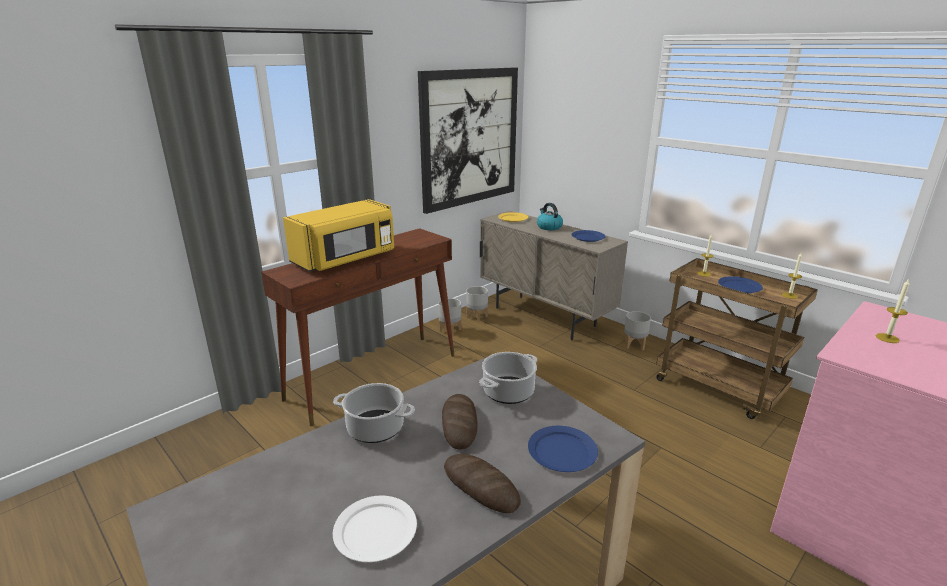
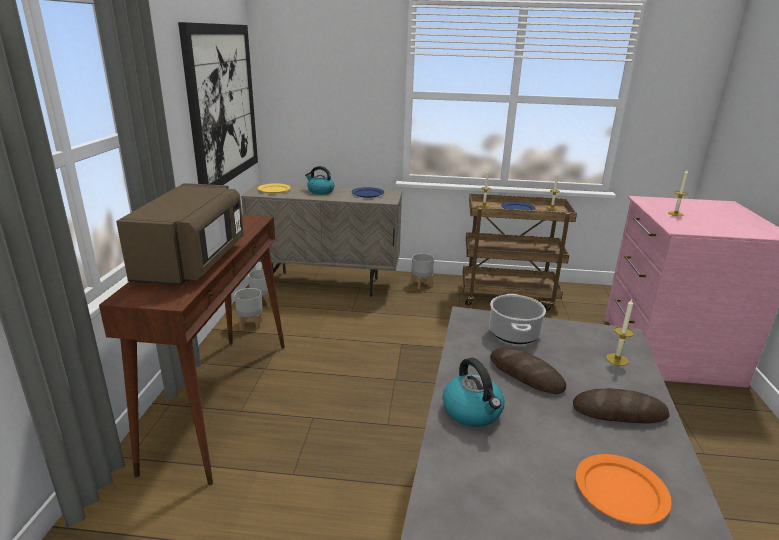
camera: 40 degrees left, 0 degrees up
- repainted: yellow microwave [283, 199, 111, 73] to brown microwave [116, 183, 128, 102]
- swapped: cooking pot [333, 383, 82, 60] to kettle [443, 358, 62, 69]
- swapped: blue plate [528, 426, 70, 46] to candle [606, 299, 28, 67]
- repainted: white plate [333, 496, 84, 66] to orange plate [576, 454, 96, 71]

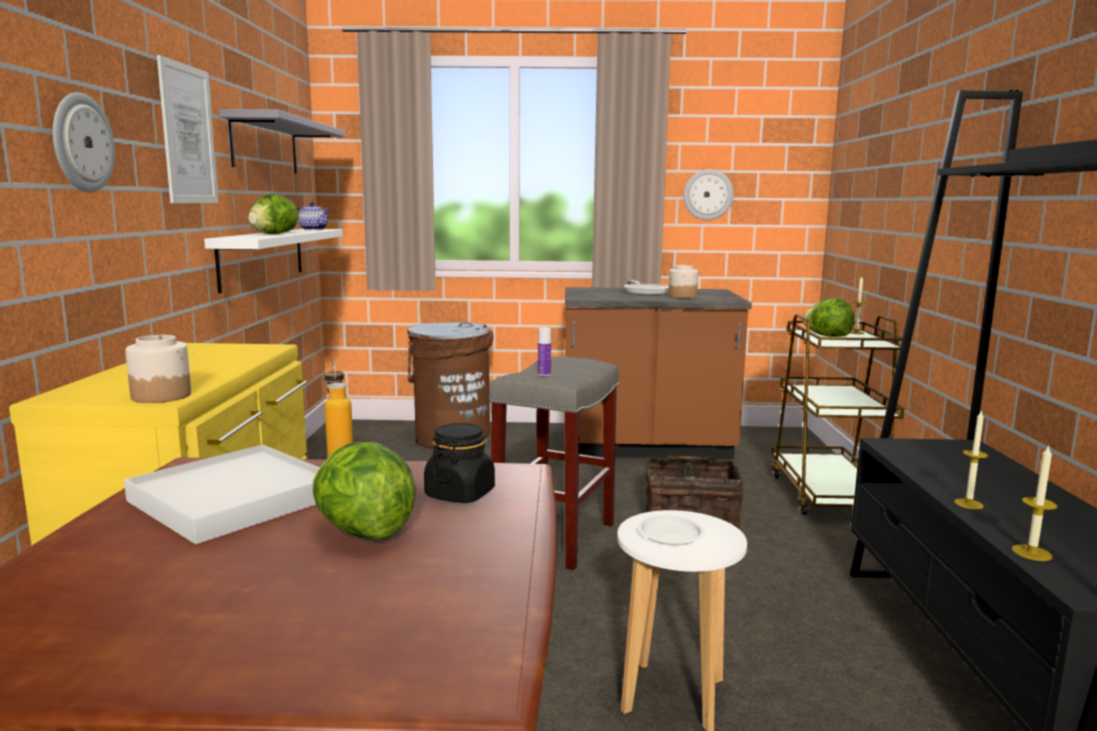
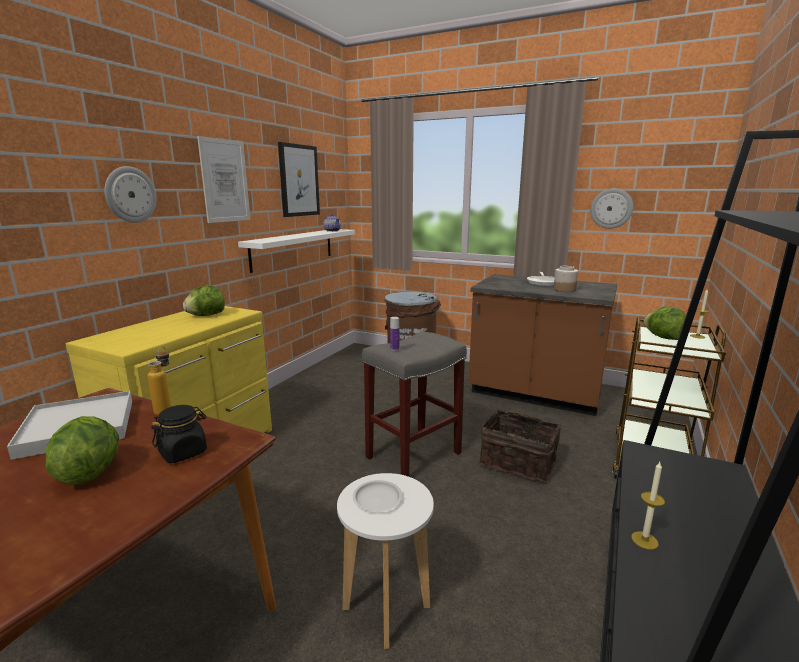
camera: 25 degrees right, 5 degrees up
- swapped: grey shelf [219, 109, 127, 65] to picture [278, 142, 42, 75]
- shifted: lettuce [248, 194, 50, 40] to [183, 285, 42, 31]
- gone: jar [125, 335, 66, 68]
- gone: candle [1012, 444, 46, 117]

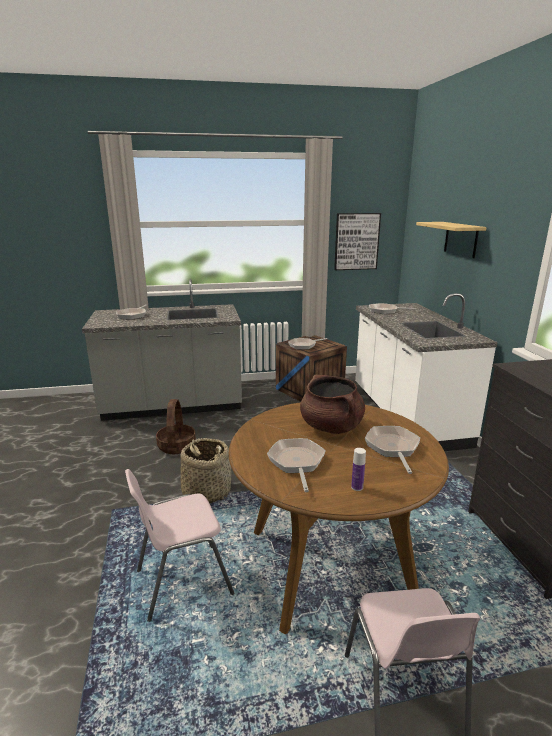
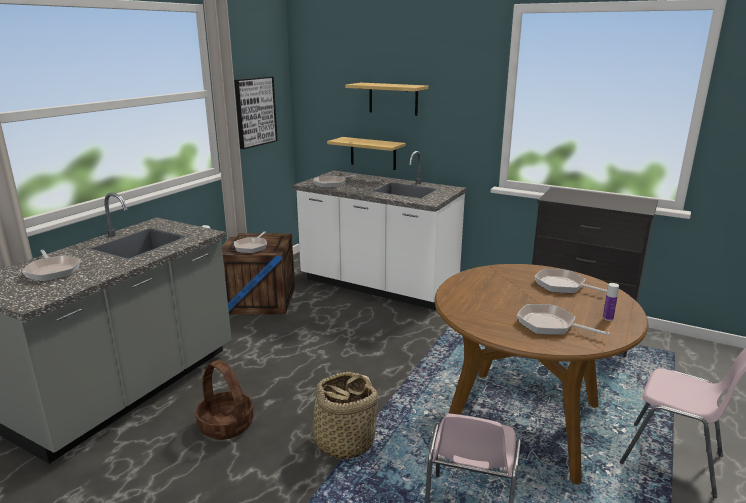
camera: 50 degrees left, 0 degrees up
- gone: brown cooking pot [300, 375, 65, 59]
- new: shelf [327, 137, 79, 33]

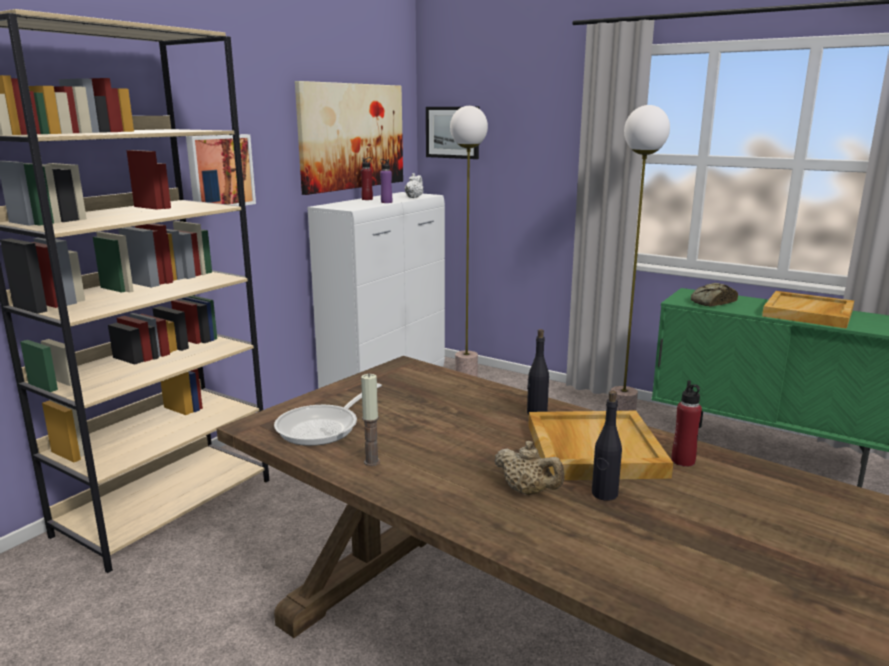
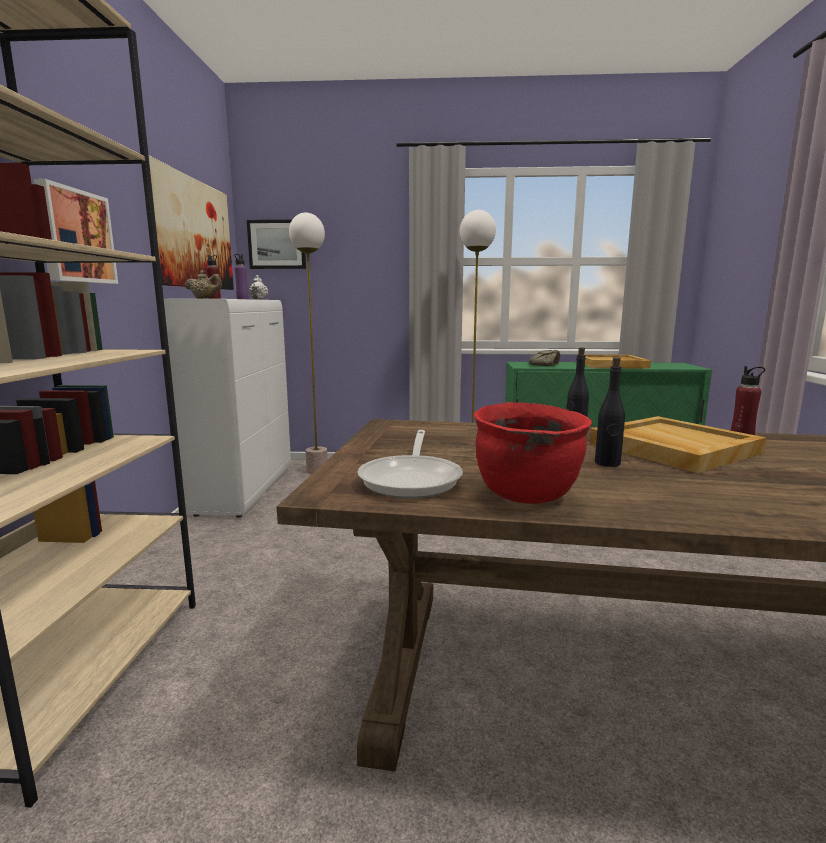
camera: 30 degrees left, 5 degrees down
- swapped: candle [361, 374, 19, 92] to red cooking pot [473, 402, 119, 102]
- shifted: black bottle [592, 391, 30, 110] to [595, 357, 30, 110]
- shifted: beige teapot [494, 441, 71, 54] to [185, 270, 37, 29]

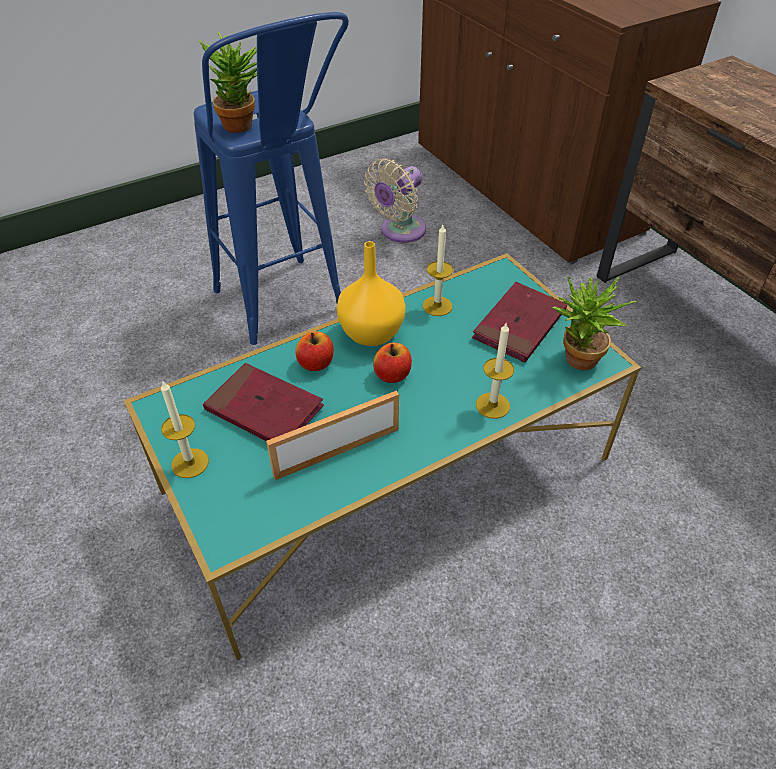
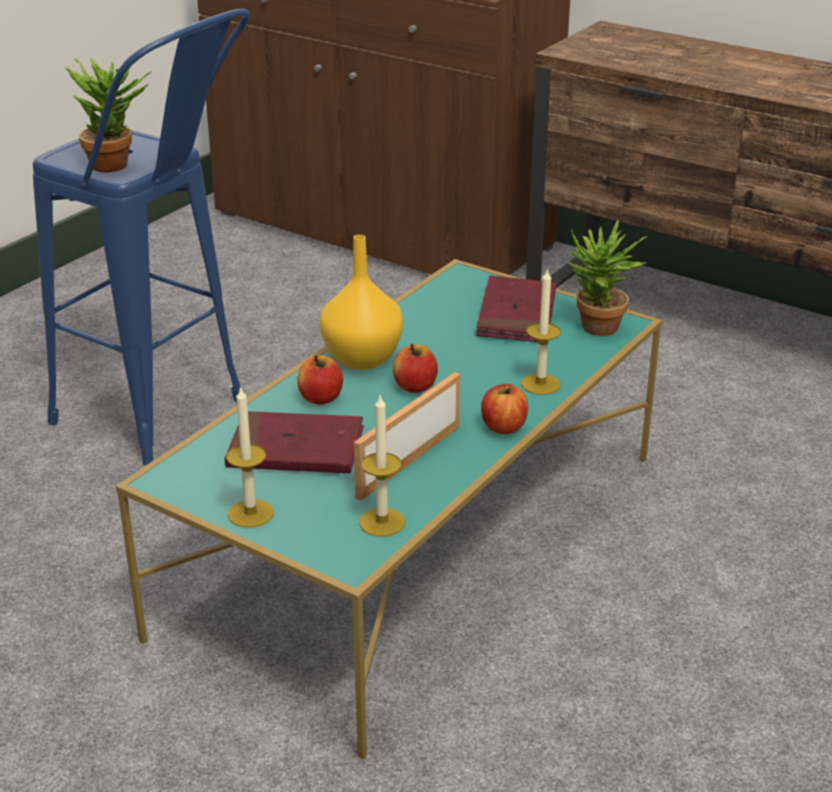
camera: 25 degrees left, 15 degrees down
- gone: beige fan [364, 158, 62, 85]
- shifted: candle [423, 225, 30, 91] to [359, 396, 46, 141]
- new: apple [481, 384, 47, 50]

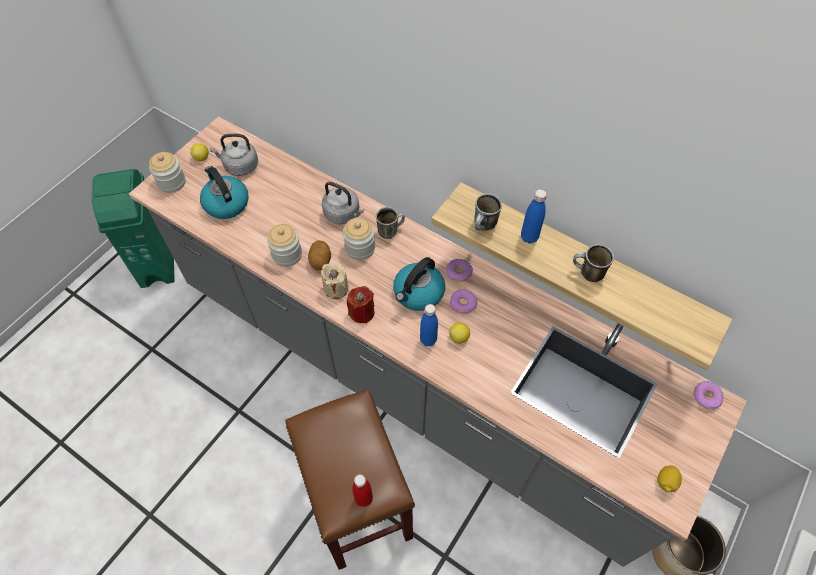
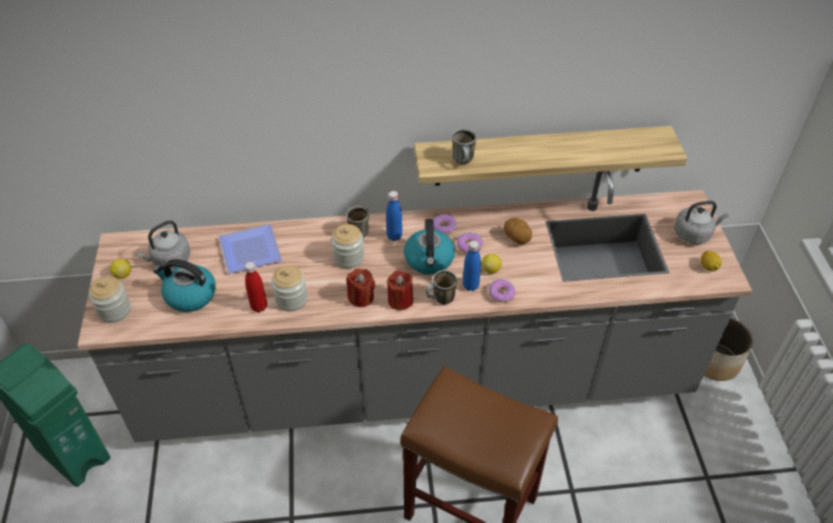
camera: 40 degrees left, 10 degrees down
- shifted: grey kettle [322, 182, 42, 42] to [674, 201, 54, 43]
- shifted: blue bottle [521, 189, 26, 55] to [386, 191, 16, 50]
- shifted: potato [308, 241, 23, 29] to [504, 218, 28, 27]
- shifted: mug [573, 244, 41, 38] to [426, 270, 31, 34]
- repainted: beige candle [321, 263, 28, 36] to red candle [346, 268, 29, 39]
- shifted: donut [693, 381, 31, 29] to [489, 279, 27, 24]
- shifted: red bottle [352, 474, 21, 33] to [245, 262, 22, 50]
- new: plate [218, 224, 64, 50]

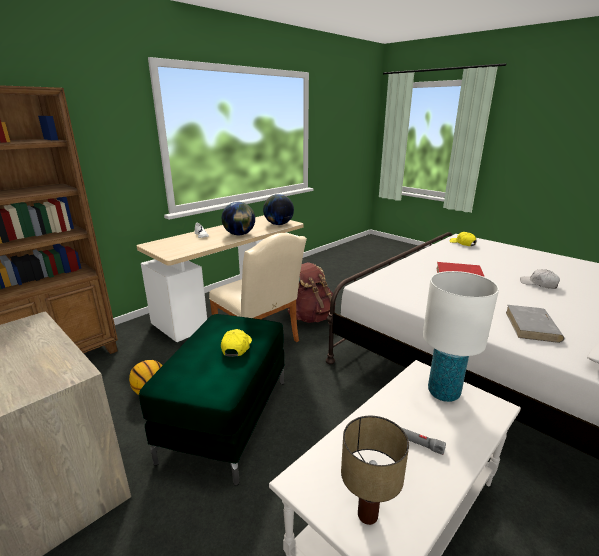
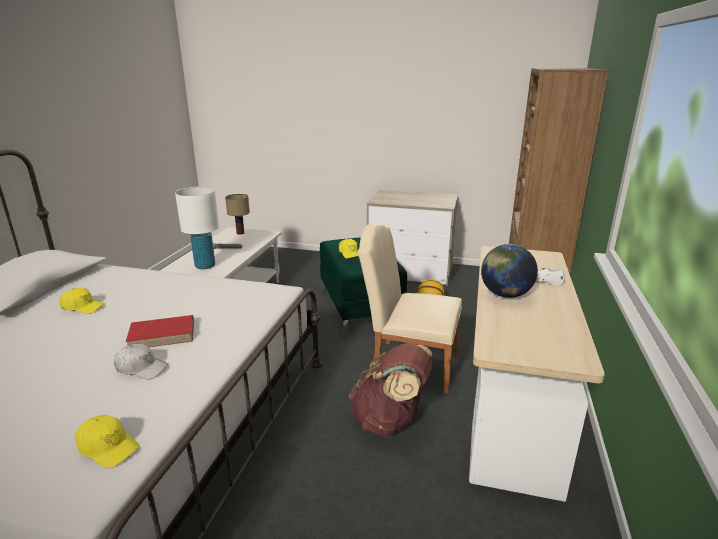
camera: 150 degrees right, 0 degrees up
- gone: globe [263, 194, 31, 31]
- shifted: white cap [520, 269, 40, 20] to [114, 344, 55, 35]
- gone: grey book [506, 305, 58, 38]
- new: yellow cap [59, 288, 46, 26]

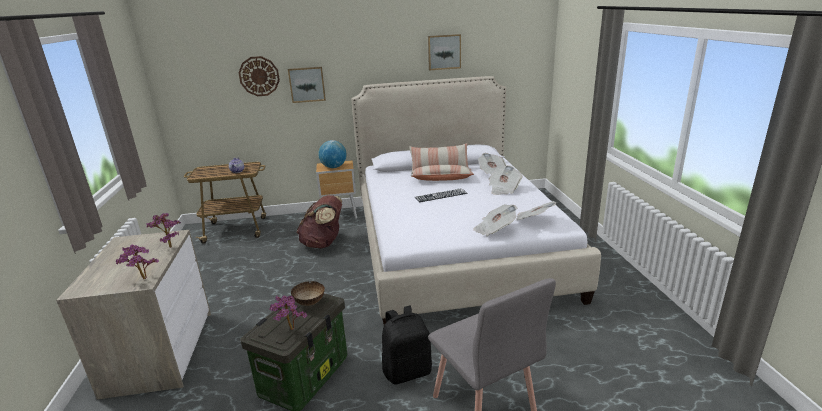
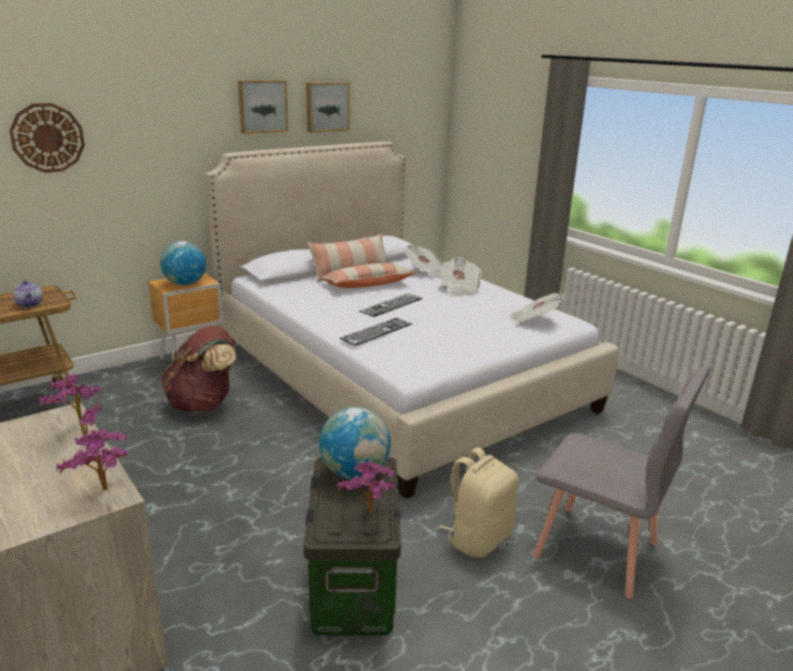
camera: 30 degrees left, 0 degrees up
- shifted: picture [288, 67, 38, 36] to [238, 80, 50, 54]
- gone: newspaper [473, 204, 44, 32]
- swapped: bowl [291, 281, 34, 25] to globe [319, 407, 72, 73]
- repainted: black backpack [382, 306, 50, 79] to beige backpack [439, 447, 80, 111]
- new: keyboard [340, 318, 72, 28]

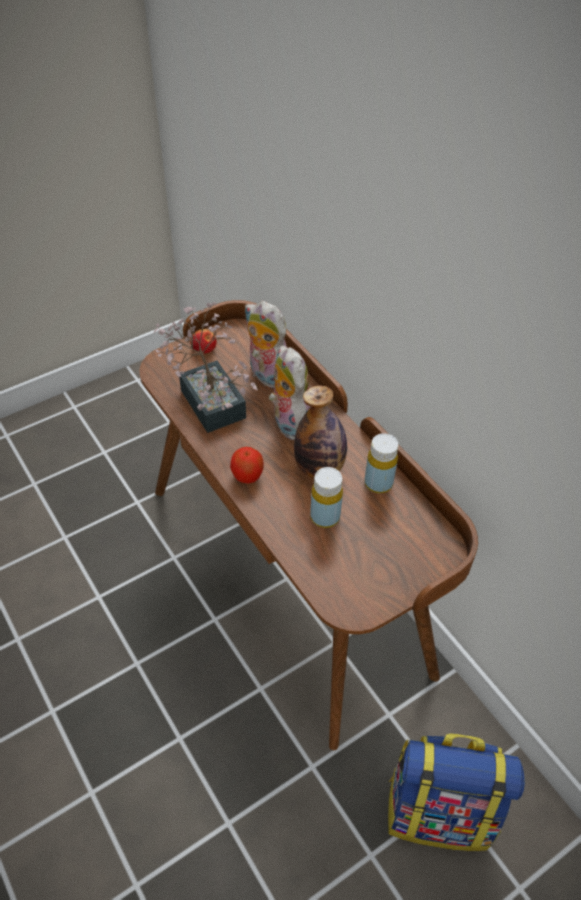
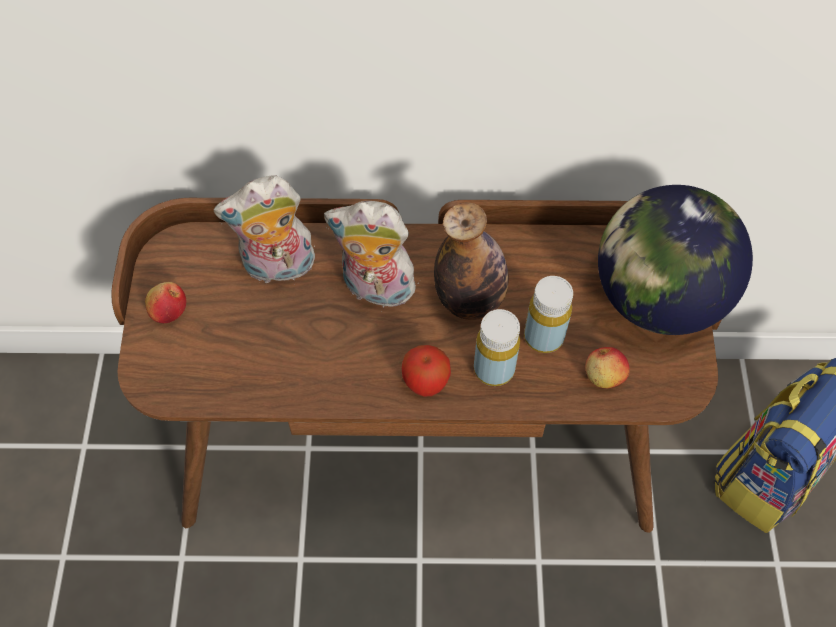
camera: 55 degrees left, 10 degrees up
- gone: potted plant [153, 302, 105, 131]
- shifted: yellow bottle [364, 433, 34, 60] to [474, 309, 46, 77]
- new: globe [598, 185, 155, 150]
- new: apple [585, 347, 45, 42]

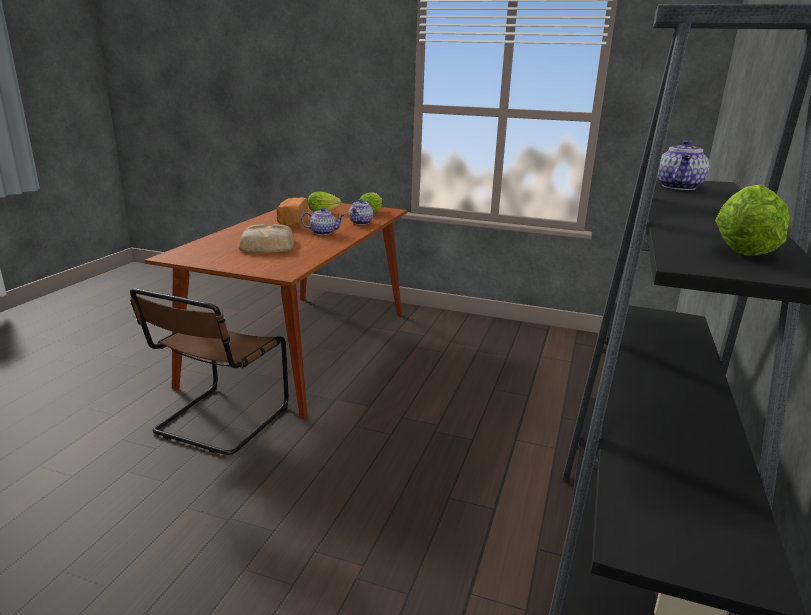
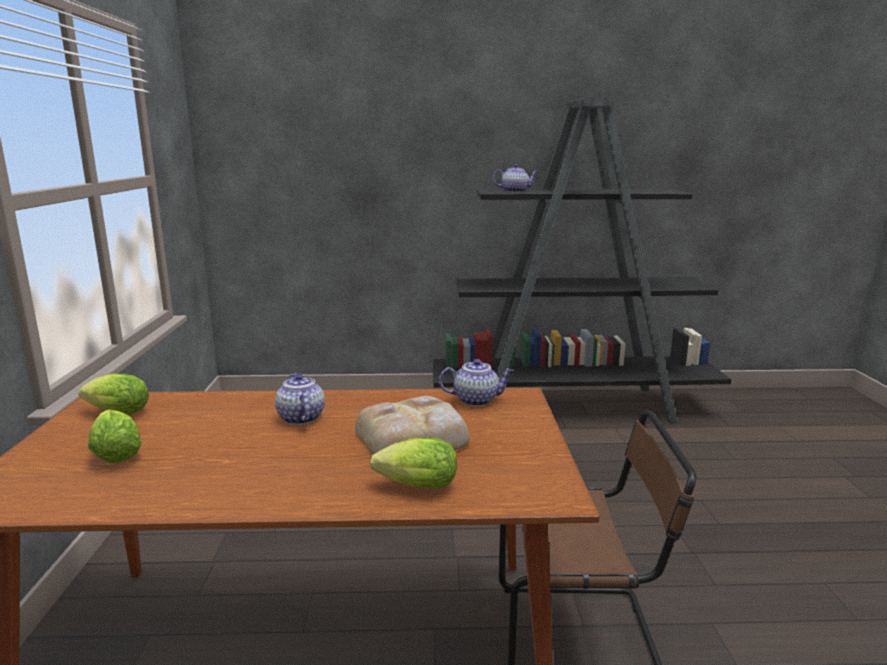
camera: 110 degrees left, 5 degrees down
- shifted: lettuce [715, 185, 75, 71] to [370, 438, 87, 51]
- gone: bread [276, 197, 32, 31]
- shifted: teapot [349, 199, 24, 26] to [439, 359, 75, 47]

